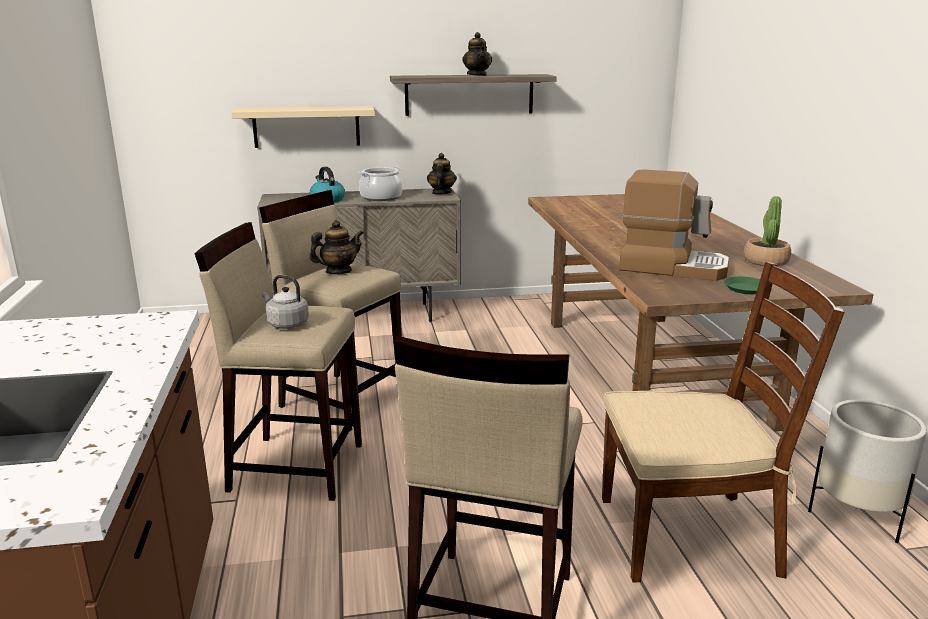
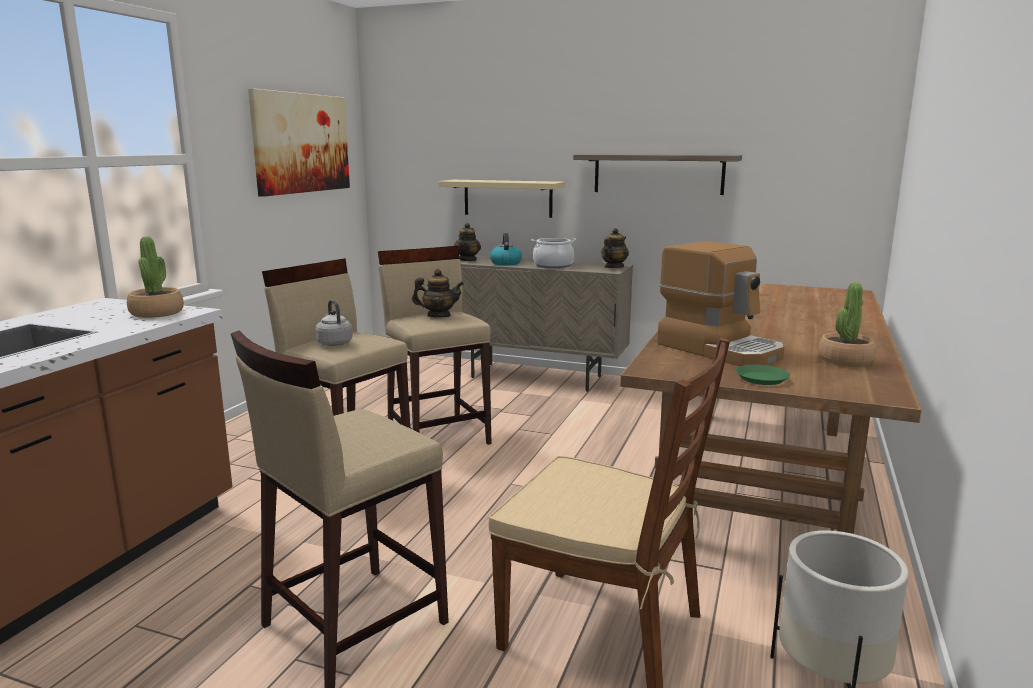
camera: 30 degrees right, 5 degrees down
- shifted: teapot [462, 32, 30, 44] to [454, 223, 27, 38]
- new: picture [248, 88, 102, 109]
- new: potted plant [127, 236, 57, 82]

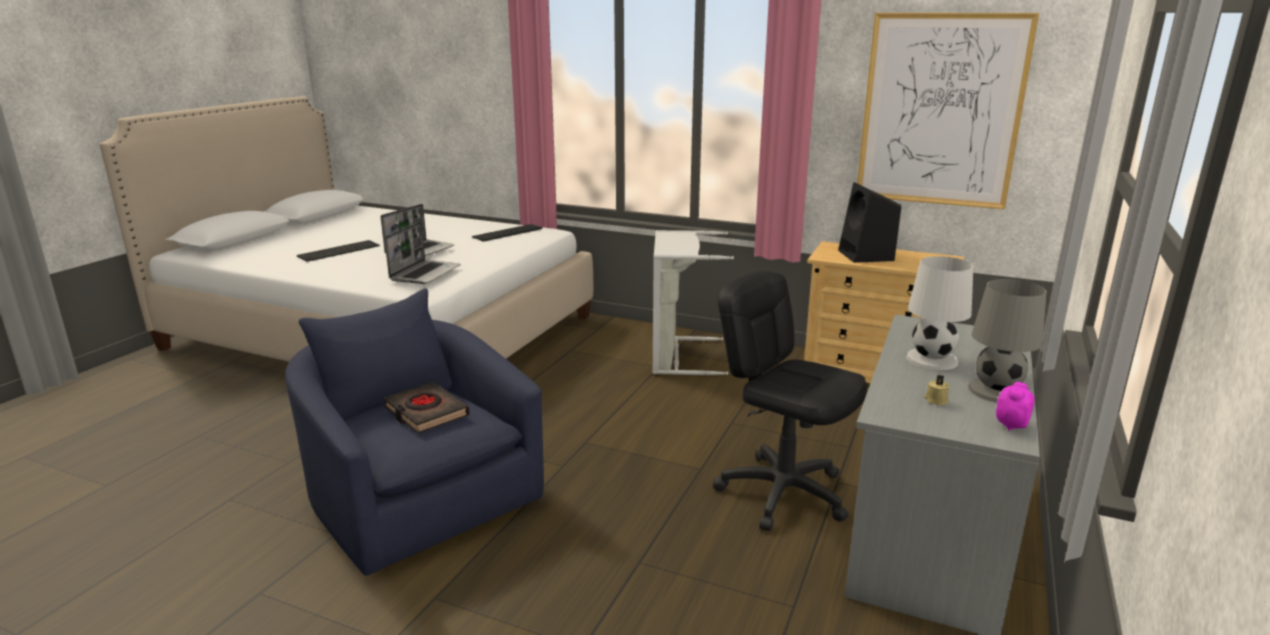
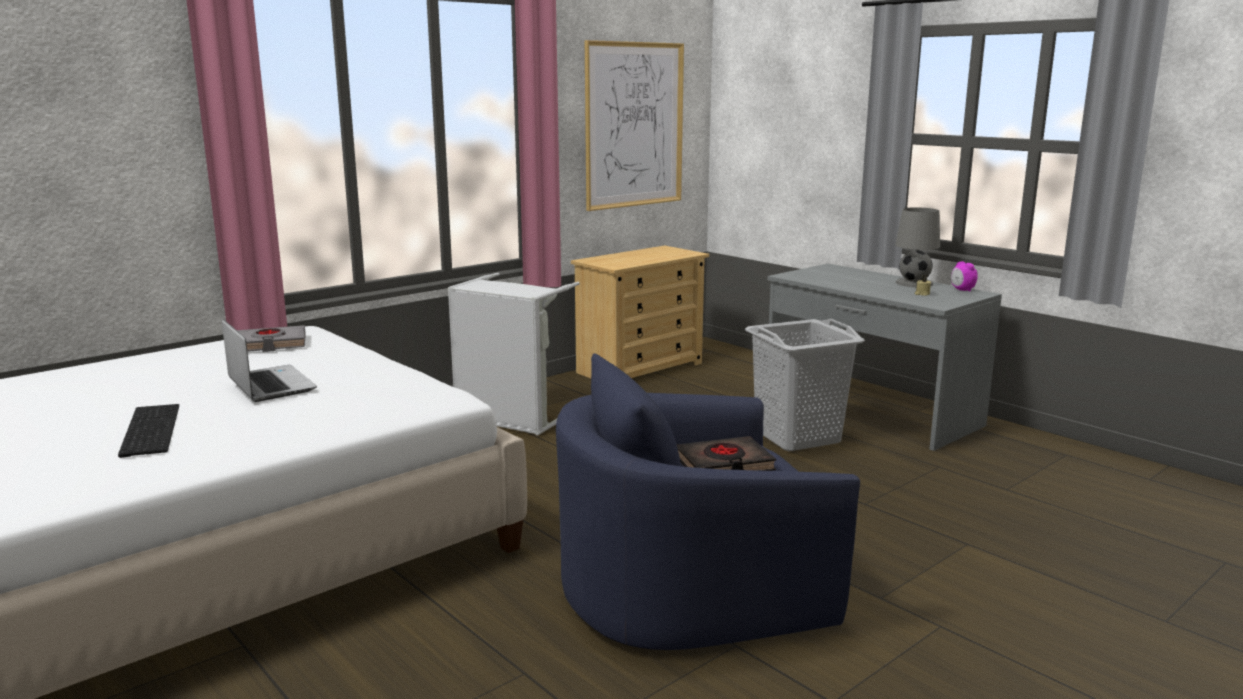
camera: 65 degrees left, 5 degrees down
- gone: black speaker [838, 182, 63, 81]
- gone: laptop [384, 222, 77, 62]
- swapped: keyboard [472, 224, 70, 17] to grey book [237, 325, 69, 27]
- gone: white table lamp [906, 256, 67, 114]
- swapped: black office chair [713, 271, 154, 260] to grey laundry basket [745, 319, 120, 133]

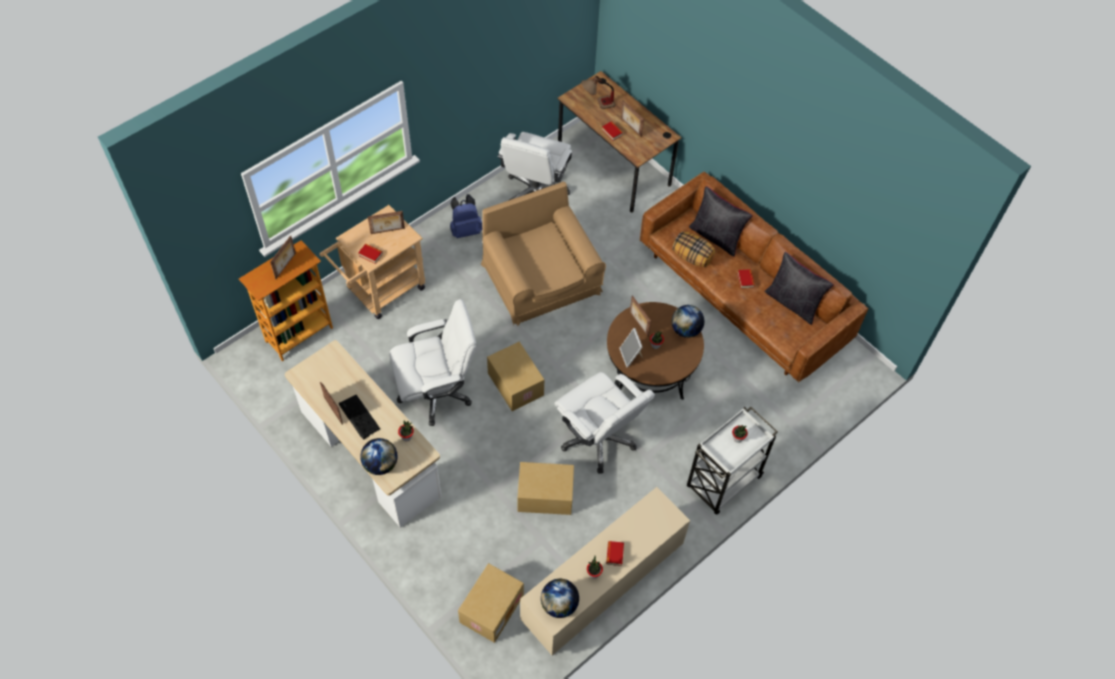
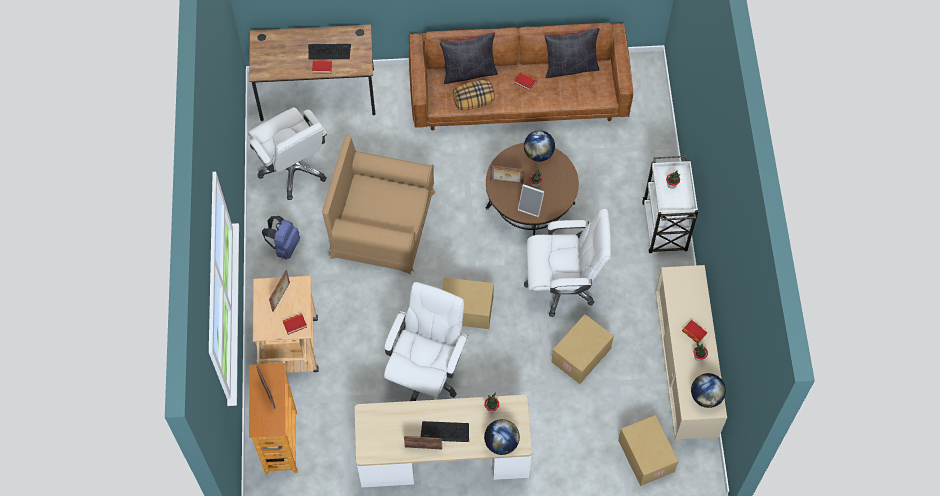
camera: 50 degrees left, 5 degrees up
- gone: table lamp [581, 76, 34, 33]
- swapped: picture frame [621, 100, 23, 37] to keyboard [308, 44, 43, 16]

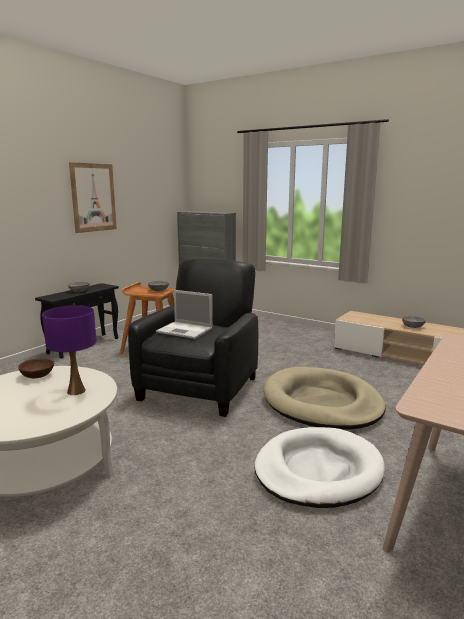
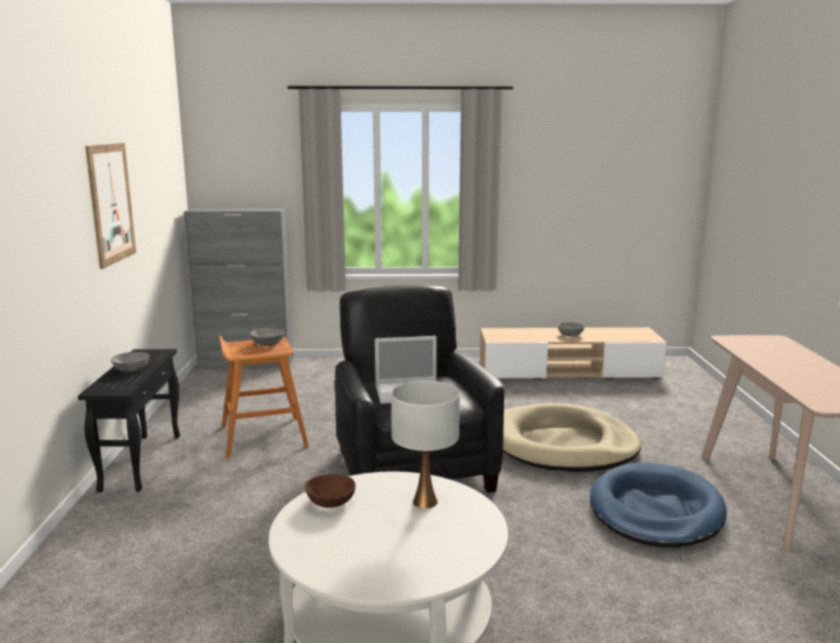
camera: 35 degrees left, 0 degrees up
- repainted: purple table lamp [42, 305, 54, 90] to white table lamp [391, 381, 69, 128]
- repainted: white dog bed [254, 427, 131, 81] to blue dog bed [590, 463, 137, 85]

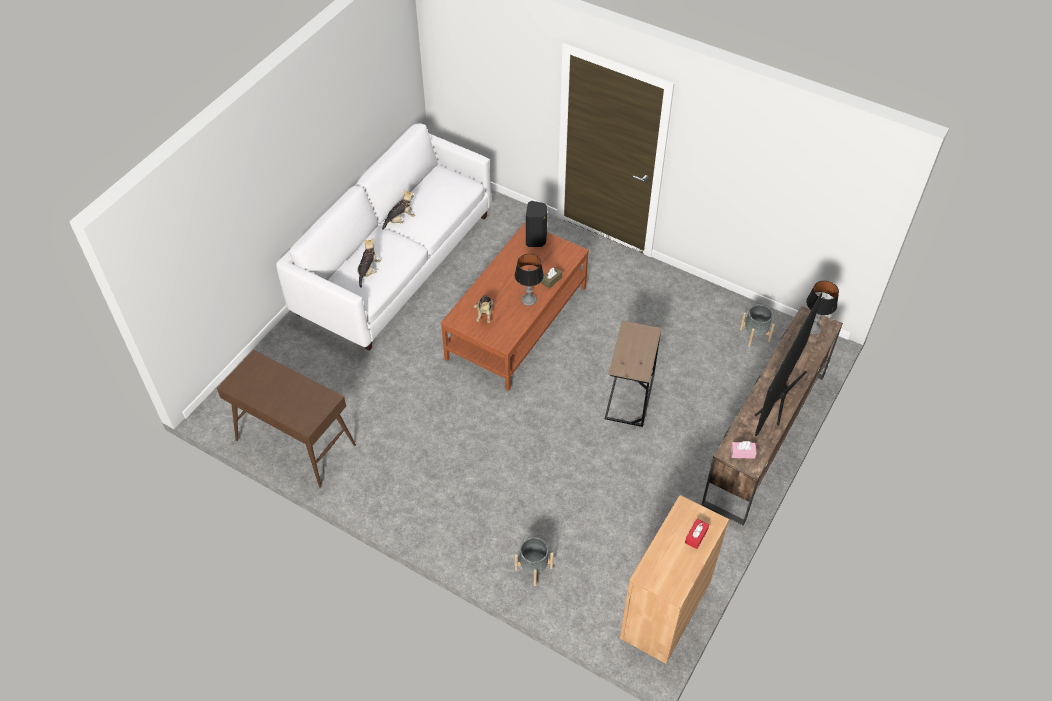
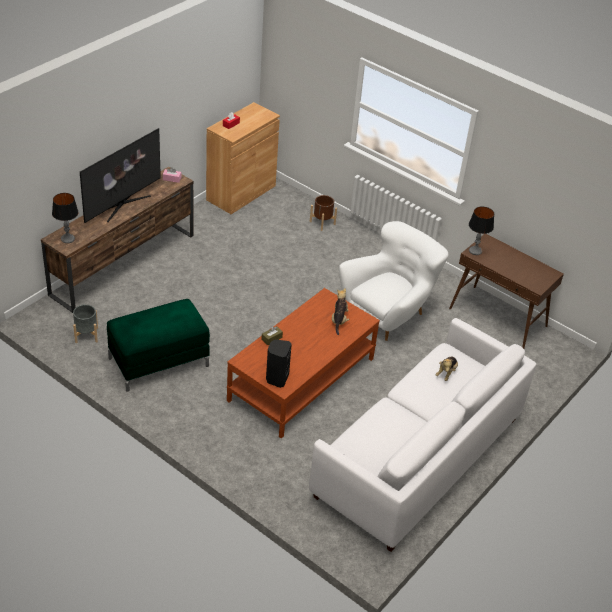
camera: 175 degrees left, 10 degrees down
- gone: plush toy [382, 190, 33, 40]
- shifted: table lamp [515, 254, 29, 52] to [469, 207, 25, 48]
- gone: brown side table [605, 321, 57, 106]
- repainted: grey planter [515, 537, 38, 49] to brown planter [310, 195, 27, 36]
- new: white armchair [339, 221, 110, 120]
- new: green ottoman [107, 299, 103, 93]

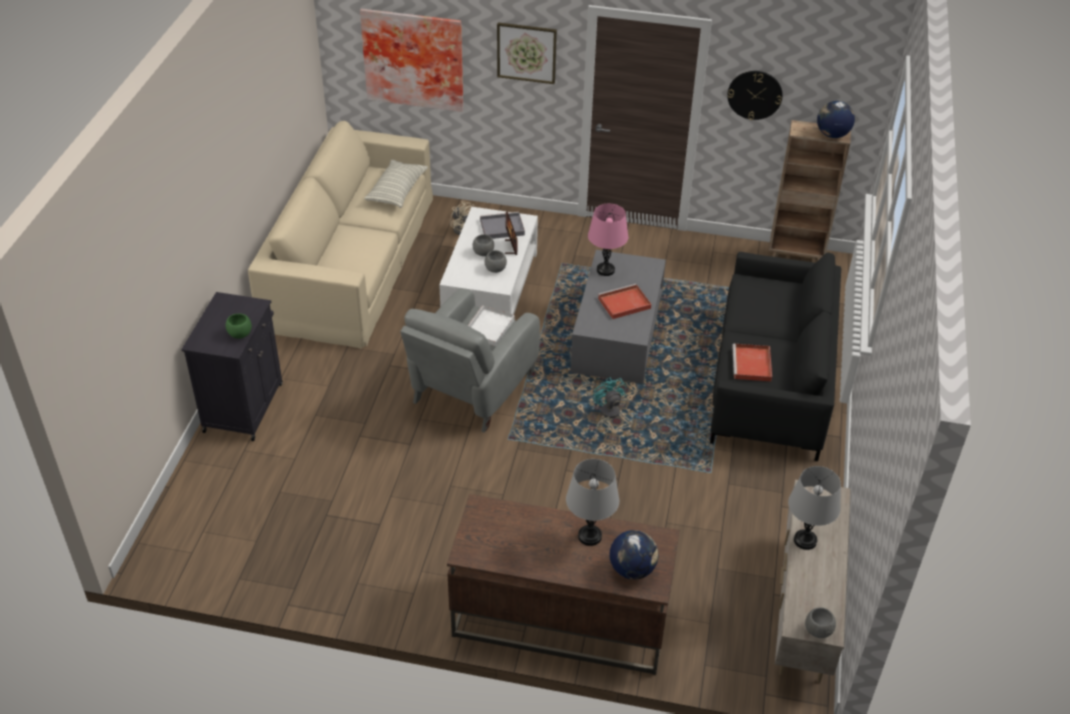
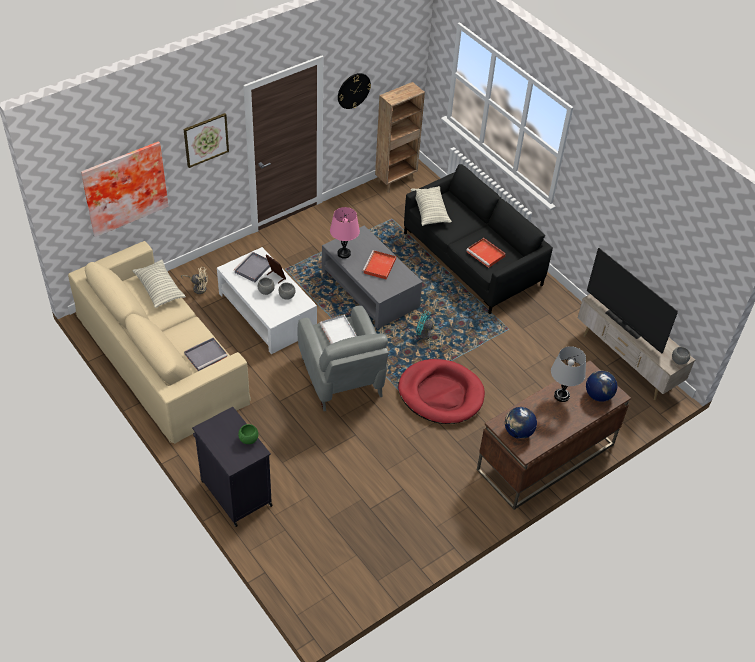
camera: 50 degrees left, 5 degrees up
- shifted: globe [817, 101, 38, 37] to [505, 407, 32, 32]
- swapped: grey table lamp [788, 466, 53, 84] to television [587, 248, 91, 106]
- new: pillow [411, 186, 41, 40]
- new: grey tray [184, 338, 44, 33]
- new: red dog bed [398, 359, 87, 65]

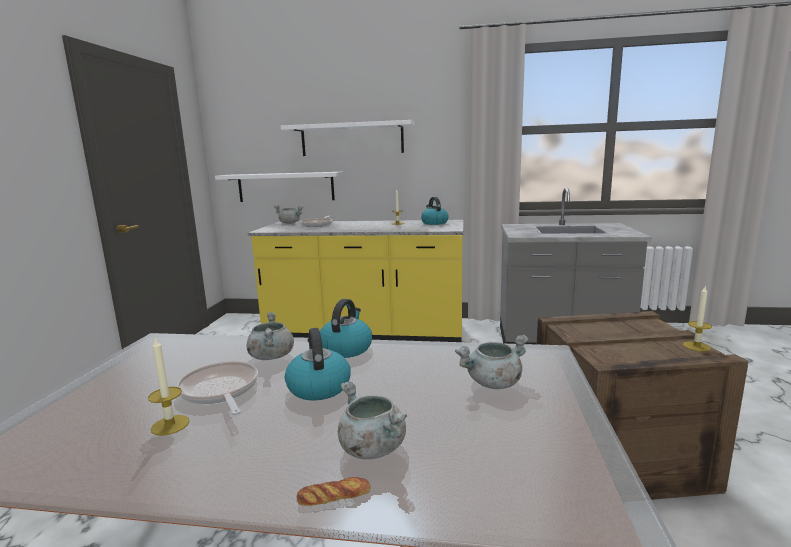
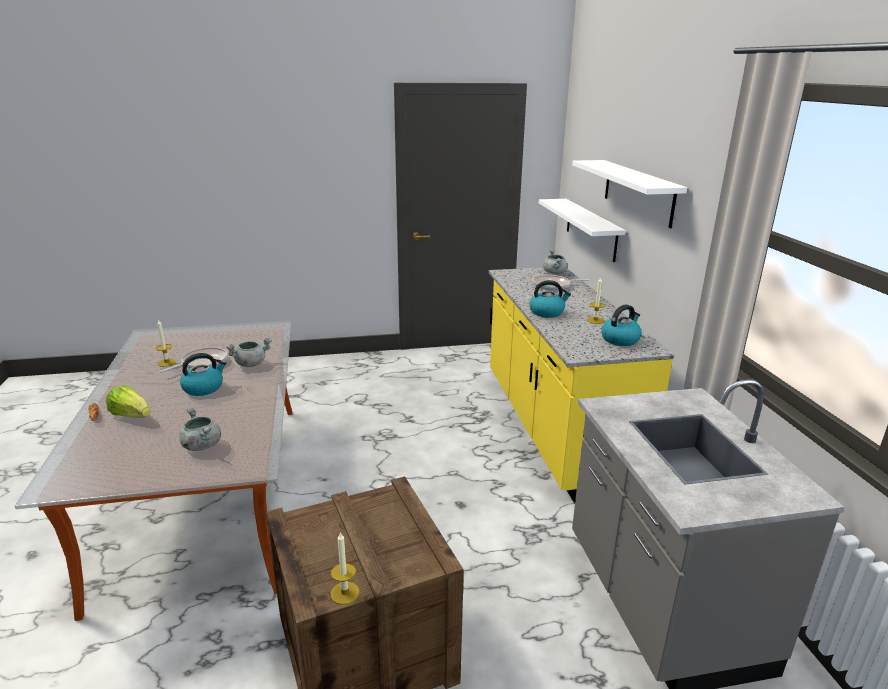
camera: 70 degrees right, 10 degrees up
- shifted: kettle [320, 299, 52, 59] to [530, 280, 41, 38]
- swapped: grey cooking pot [338, 382, 69, 77] to lettuce [106, 386, 45, 32]

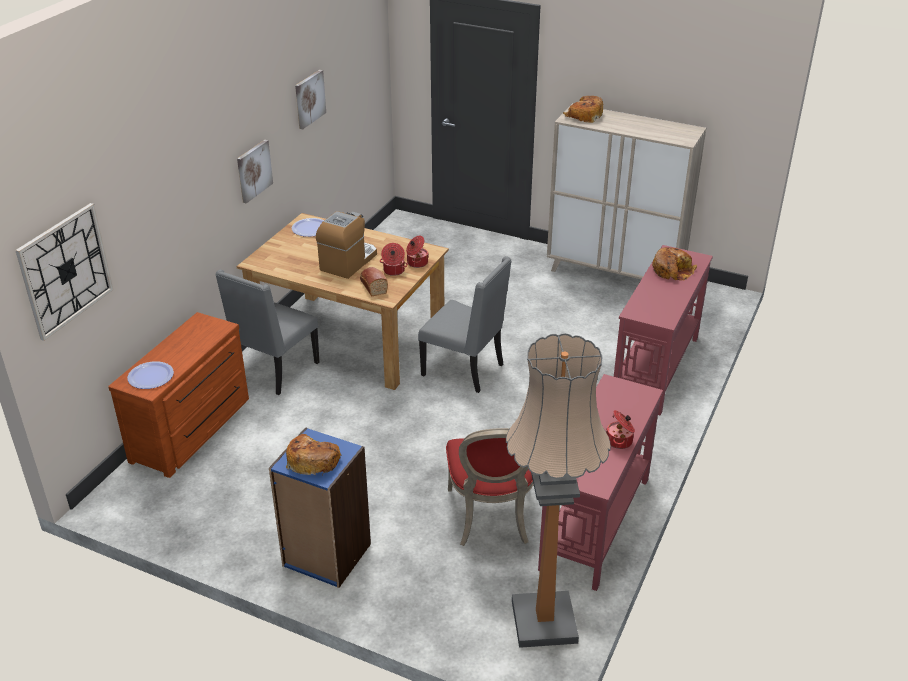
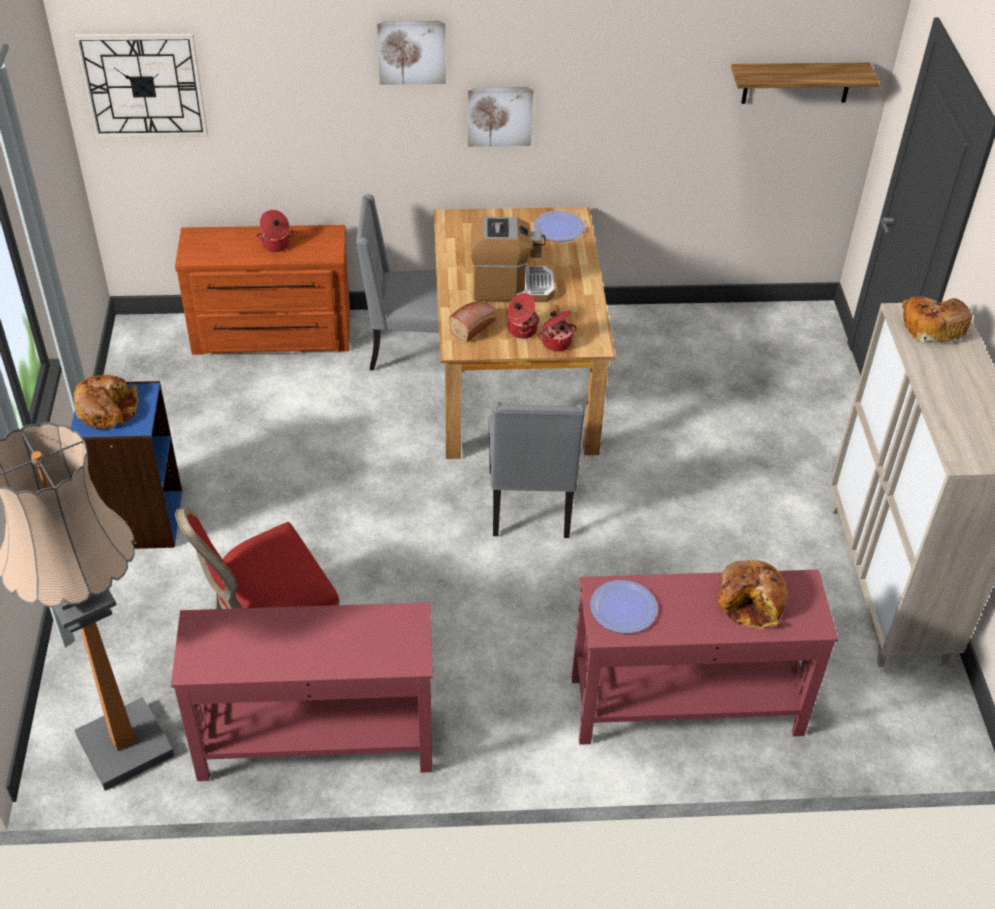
camera: 60 degrees right, 10 degrees up
- shifted: picture [295, 70, 31, 59] to [377, 21, 69, 64]
- shifted: plate [127, 361, 47, 28] to [590, 580, 68, 54]
- shifted: cooking pot [606, 410, 29, 39] to [255, 210, 40, 42]
- new: shelf [731, 63, 148, 41]

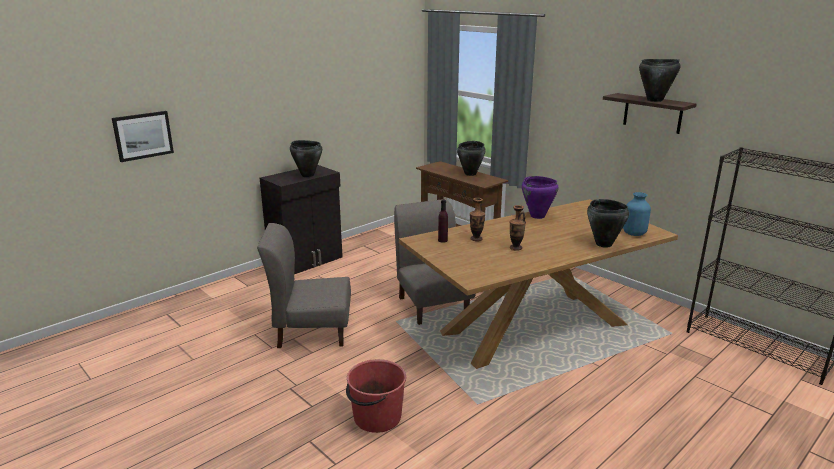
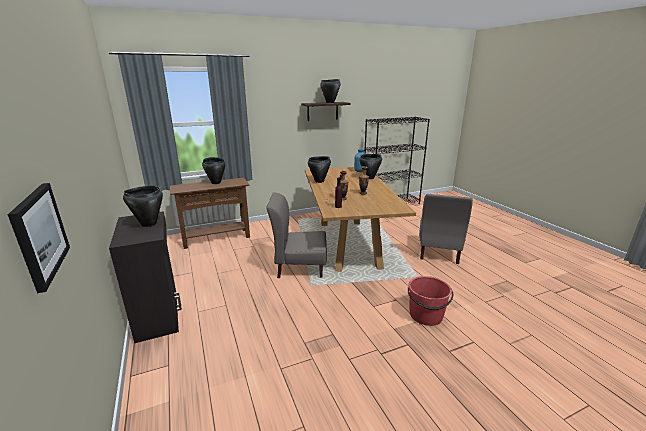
camera: 70 degrees left, 0 degrees up
- repainted: purple cooking pot [522, 176, 37, 43] to black cooking pot [308, 156, 23, 27]
- shifted: grey chair [257, 223, 94, 125] to [419, 194, 54, 70]

